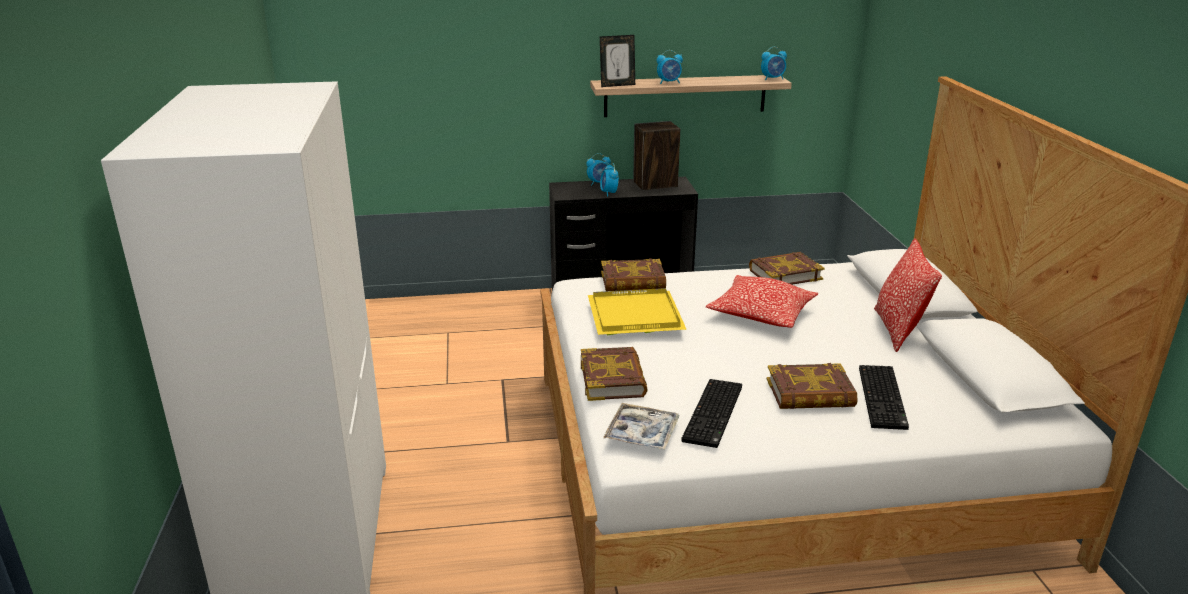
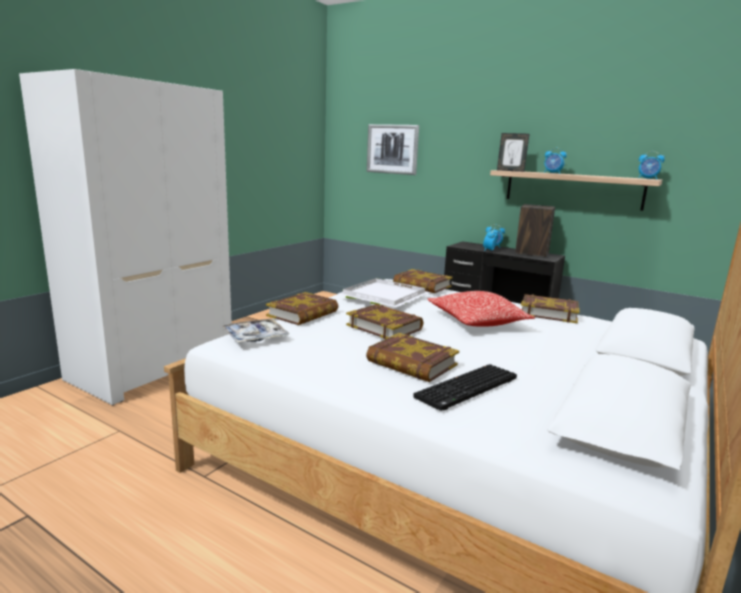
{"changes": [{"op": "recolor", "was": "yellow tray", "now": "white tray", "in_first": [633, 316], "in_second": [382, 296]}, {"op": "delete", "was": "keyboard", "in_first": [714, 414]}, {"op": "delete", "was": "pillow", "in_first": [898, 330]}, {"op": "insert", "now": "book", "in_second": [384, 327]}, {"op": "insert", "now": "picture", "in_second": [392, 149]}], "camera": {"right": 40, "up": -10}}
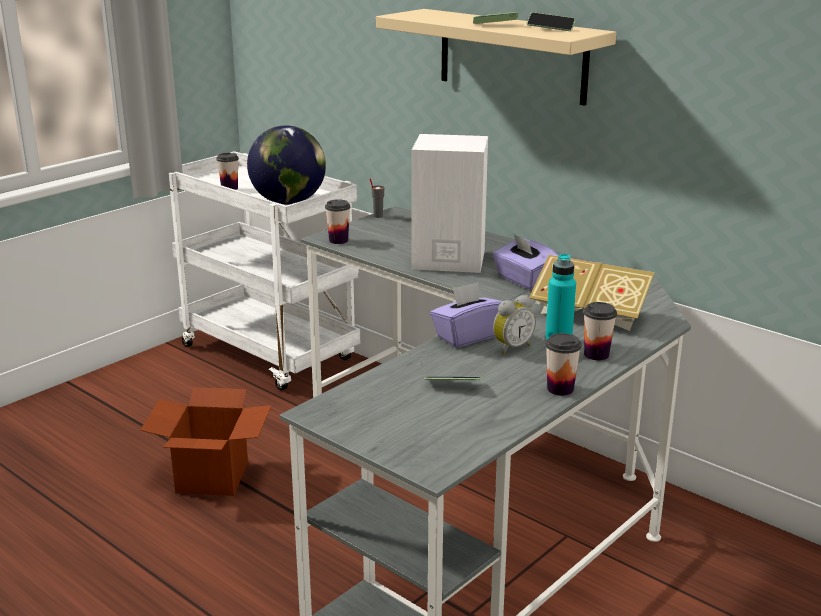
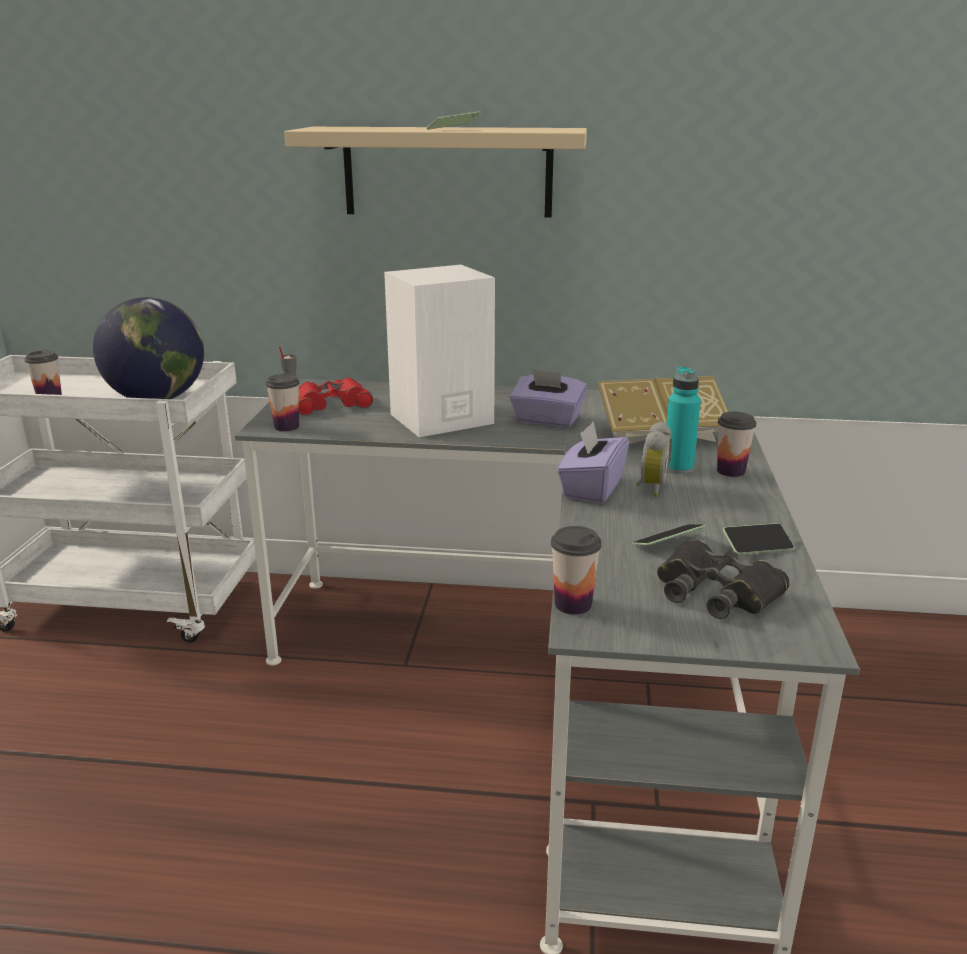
{"changes": [{"op": "delete", "was": "cardboard box", "in_first": [212, 477]}, {"op": "move", "was": "phone", "in_first": [550, 29], "in_second": [757, 548]}, {"op": "move", "was": "cup", "in_first": [560, 389], "in_second": [573, 604]}, {"op": "insert", "now": "red binoculars", "in_second": [331, 404]}, {"op": "insert", "now": "black binoculars", "in_second": [716, 592]}], "camera": {"right": -35, "up": 0}}
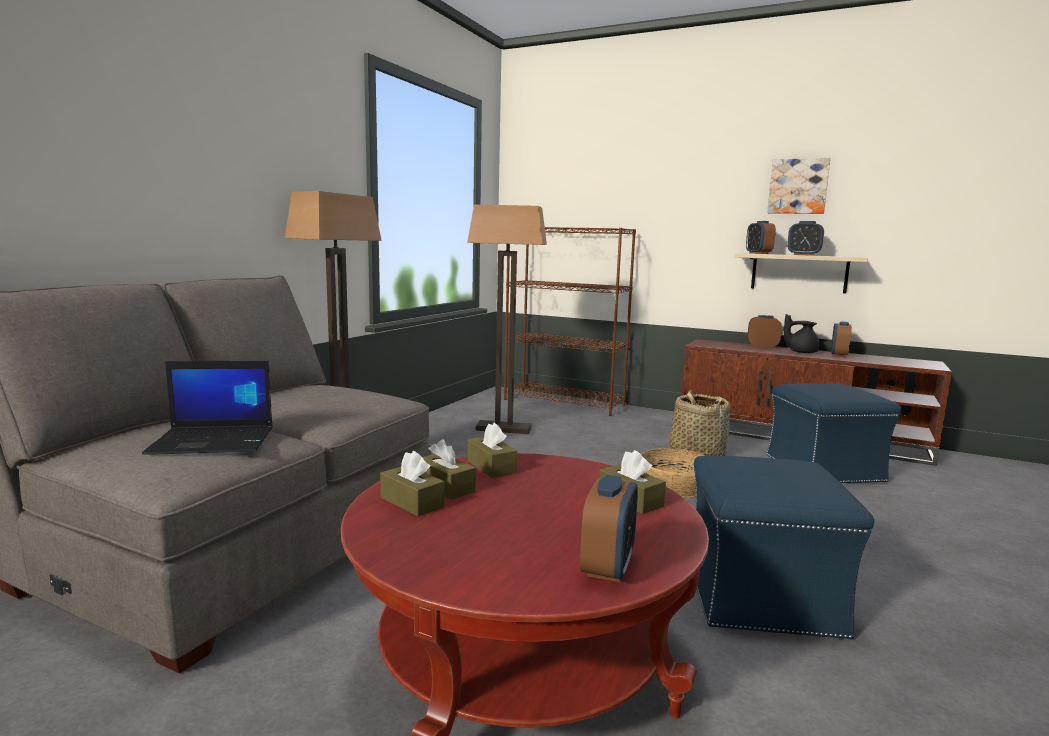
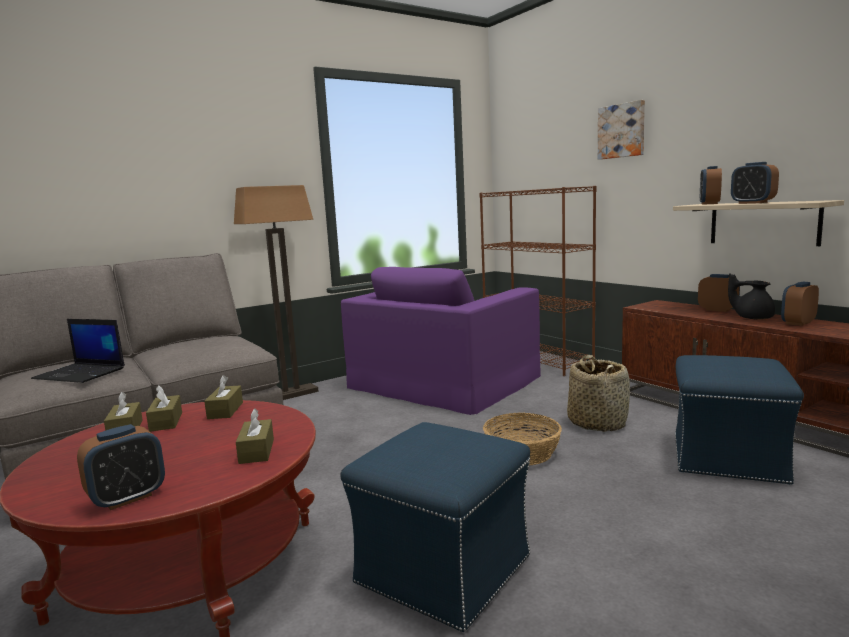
{"changes": [{"op": "replace", "was": "floor lamp", "now": "purple armchair", "in_first": [503, 429], "in_second": [444, 381]}, {"op": "move", "was": "picture", "in_first": [798, 186], "in_second": [622, 131]}], "camera": {"right": 30, "up": 0}}
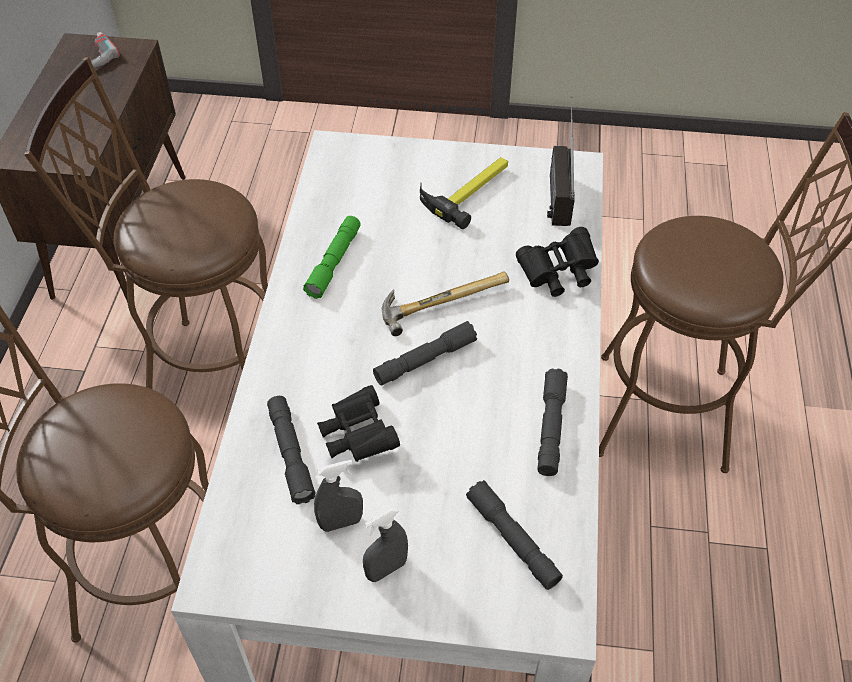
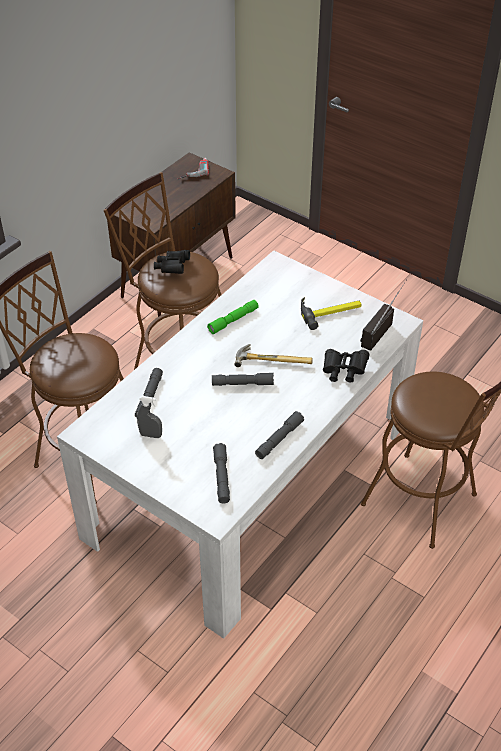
{"changes": [{"op": "move", "was": "black binoculars", "in_first": [358, 436], "in_second": [172, 268]}, {"op": "delete", "was": "grey spray bottle", "in_first": [386, 569]}], "camera": {"right": 30, "up": -5}}
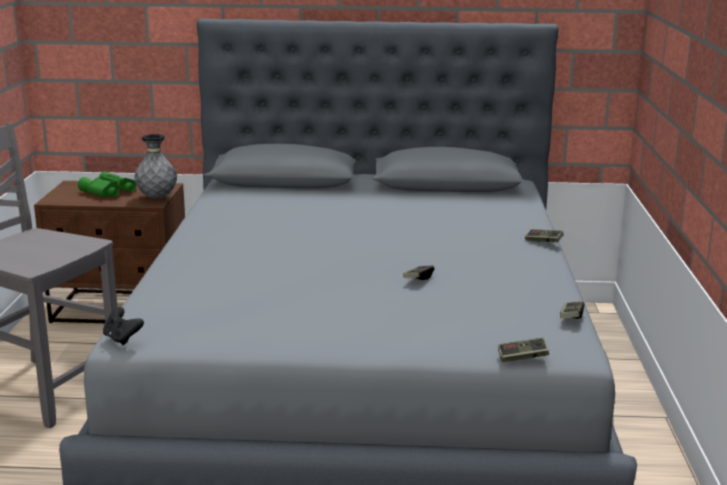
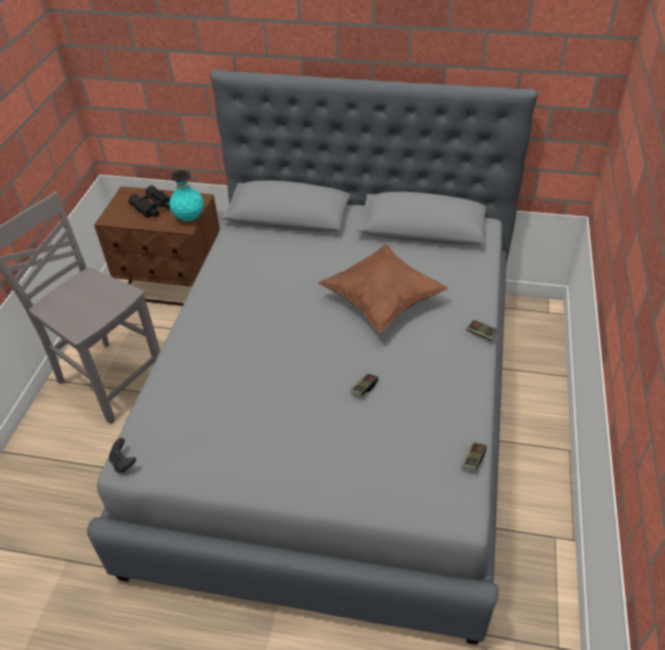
{"changes": [{"op": "recolor", "was": "green binoculars", "now": "black binoculars", "in_first": [108, 192], "in_second": [153, 207]}, {"op": "recolor", "was": "grey vase", "now": "turquoise vase", "in_first": [157, 198], "in_second": [189, 218]}, {"op": "delete", "was": "game controller", "in_first": [522, 358]}, {"op": "insert", "now": "brown pillow", "in_second": [382, 302]}], "camera": {"right": 10, "up": 25}}
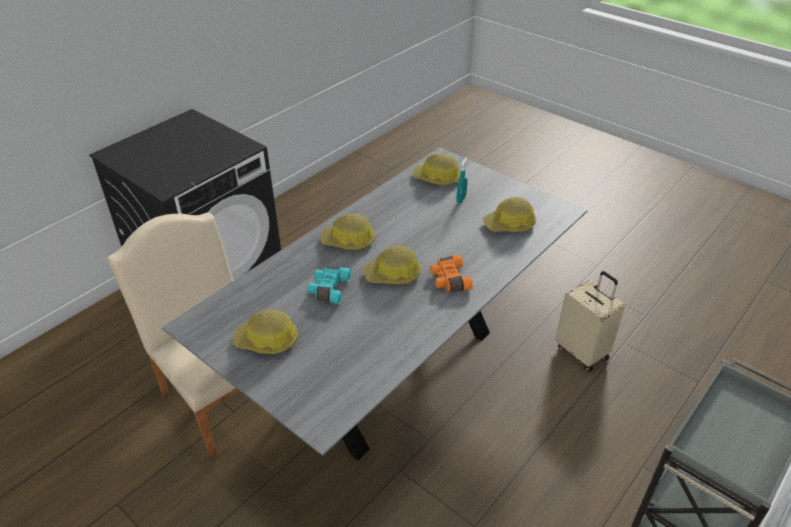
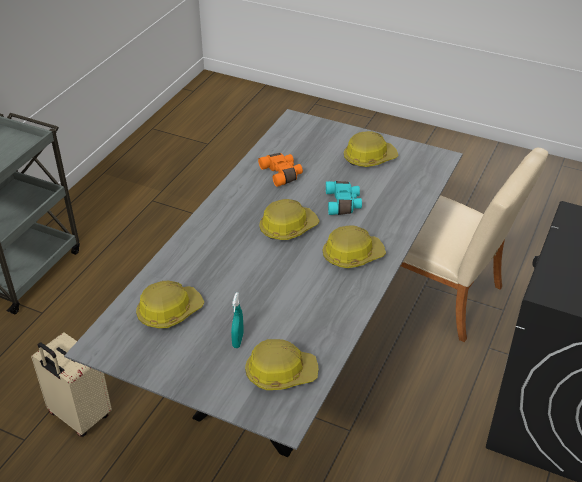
{"changes": [{"op": "move", "was": "orange binoculars", "in_first": [449, 280], "in_second": [282, 174]}], "camera": {"right": 165, "up": 0}}
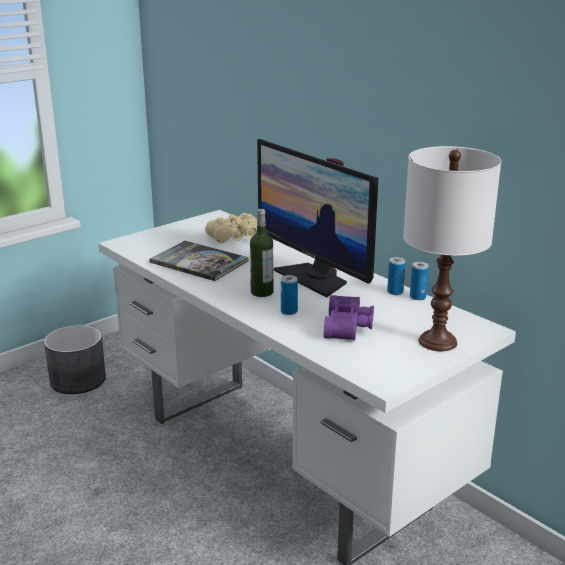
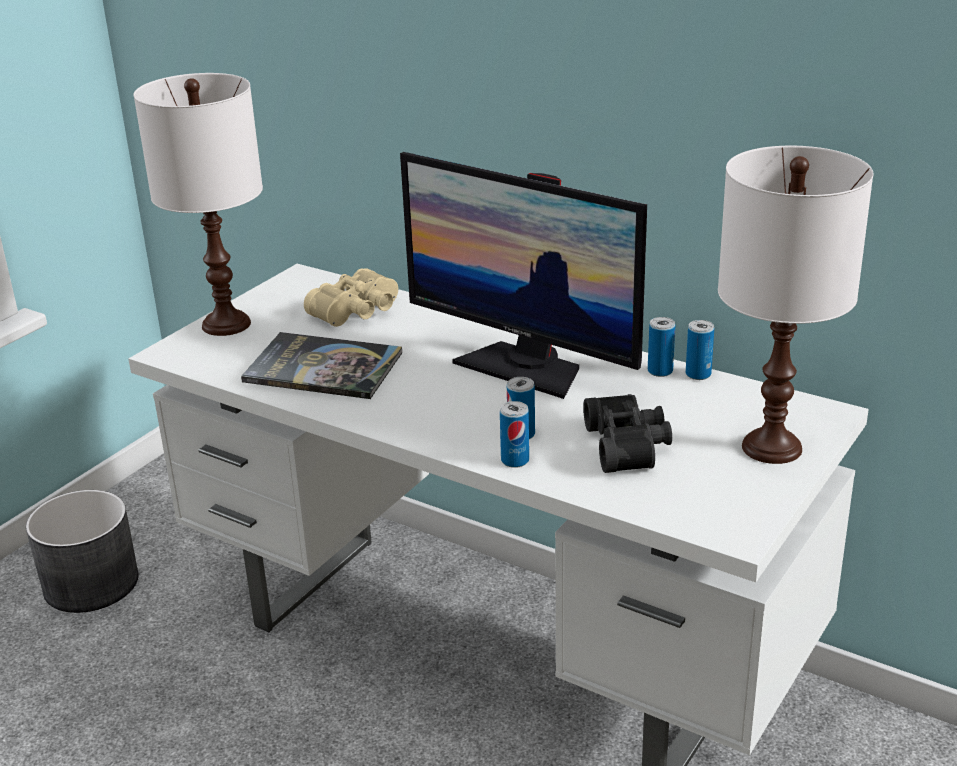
{"changes": [{"op": "delete", "was": "bottle", "in_first": [262, 292]}, {"op": "recolor", "was": "purple binoculars", "now": "black binoculars", "in_first": [349, 327], "in_second": [629, 445]}, {"op": "insert", "now": "white table lamp", "in_second": [227, 324]}, {"op": "insert", "now": "can", "in_second": [515, 460]}], "camera": {"right": -15, "up": 5}}
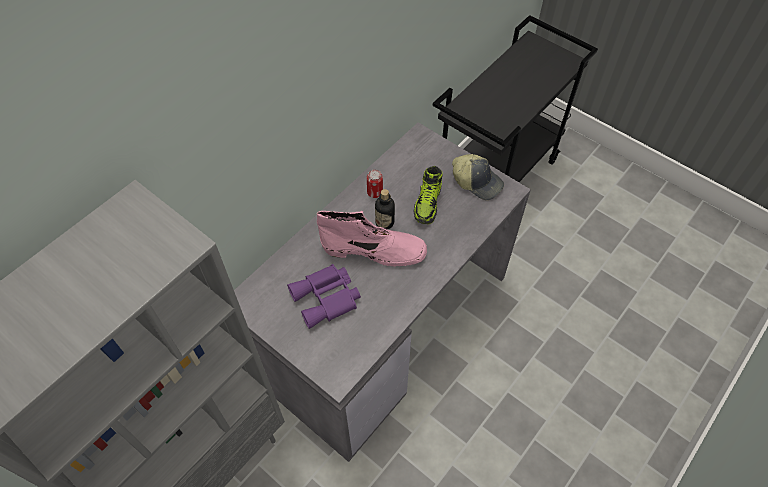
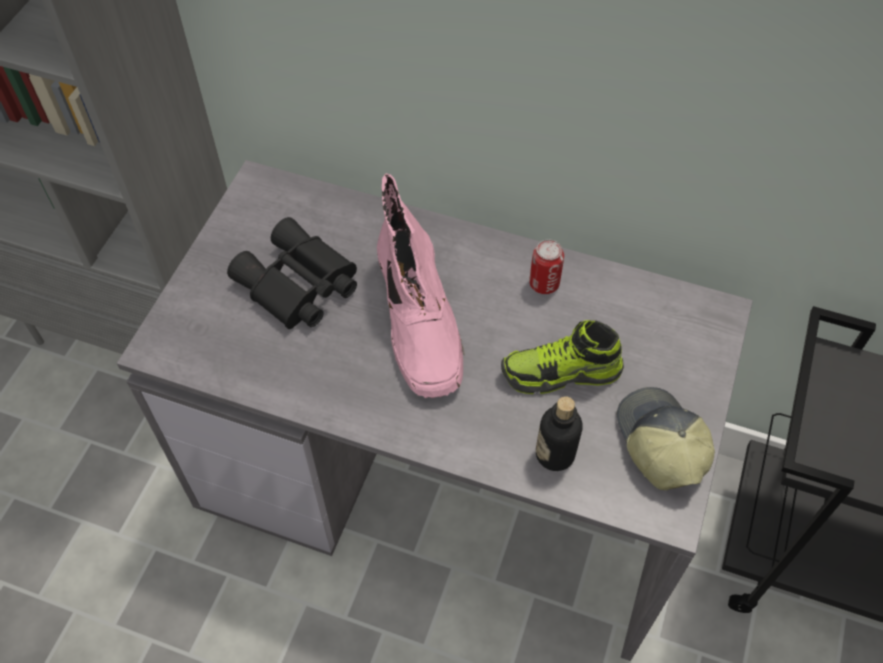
{"changes": [{"op": "recolor", "was": "purple binoculars", "now": "black binoculars", "in_first": [327, 299], "in_second": [297, 286]}, {"op": "move", "was": "bottle", "in_first": [384, 222], "in_second": [555, 454]}, {"op": "rotate", "was": "cap", "in_first": [477, 181], "in_second": [659, 444], "clockwise": 150}], "camera": {"right": 70, "up": 0}}
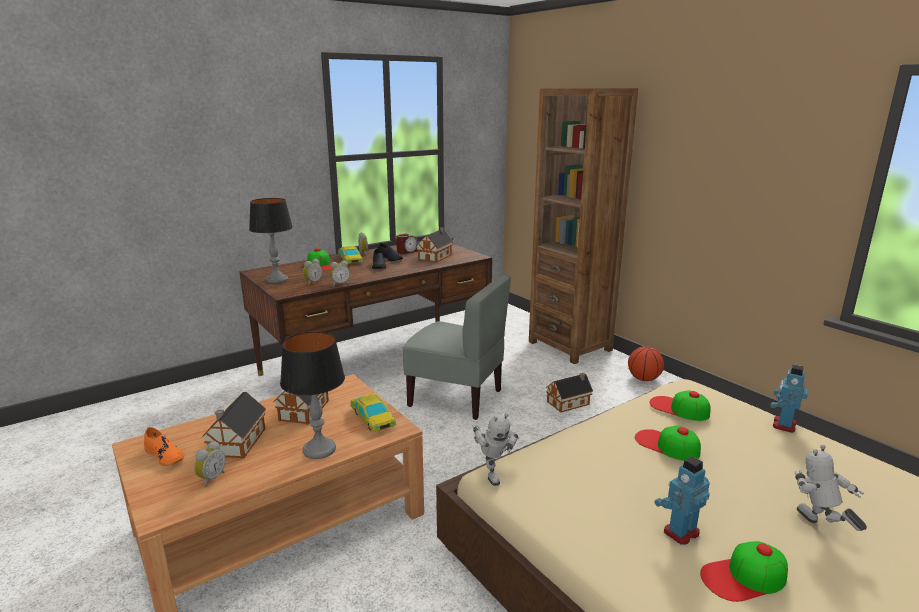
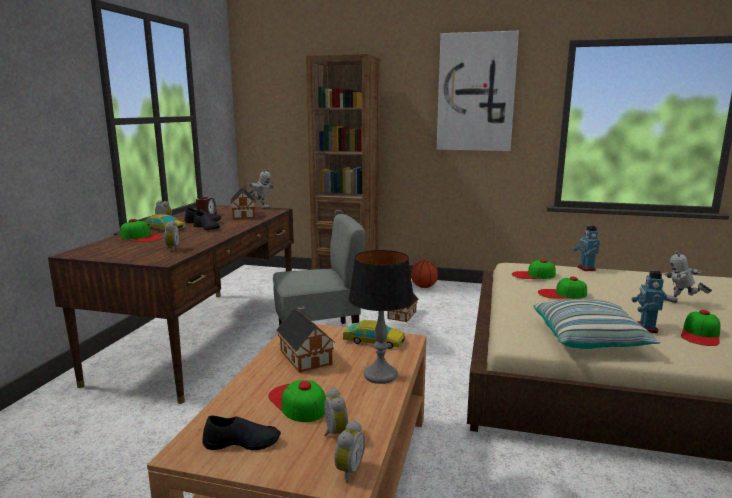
{"changes": [{"op": "recolor", "was": "orange shoe", "now": "black shoe", "in_first": [165, 455], "in_second": [242, 442]}, {"op": "replace", "was": "toy house", "now": "cap", "in_first": [236, 443], "in_second": [297, 402]}, {"op": "delete", "was": "table lamp", "in_first": [276, 280]}, {"op": "move", "was": "alarm clock", "in_first": [340, 284], "in_second": [347, 471]}, {"op": "move", "was": "toy robot", "in_first": [492, 472], "in_second": [261, 208]}, {"op": "insert", "now": "picture", "in_second": [476, 93]}, {"op": "insert", "now": "pillow", "in_second": [590, 339]}], "camera": {"right": -40, "up": -5}}
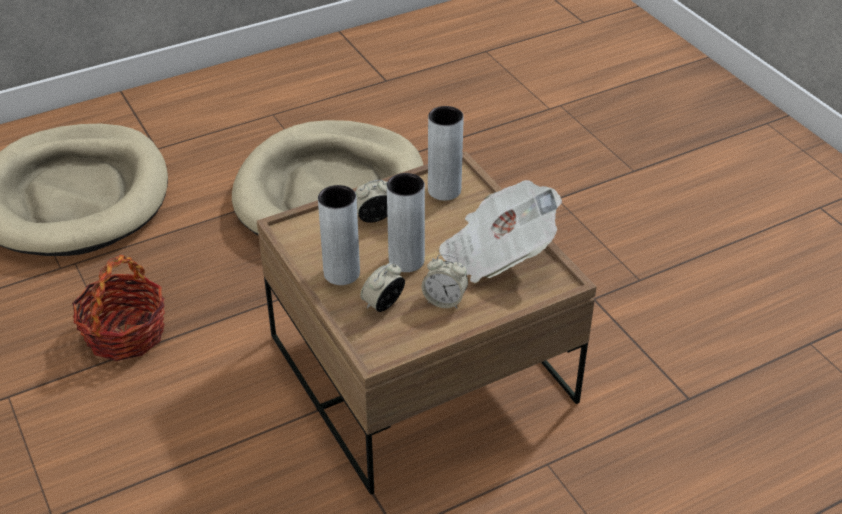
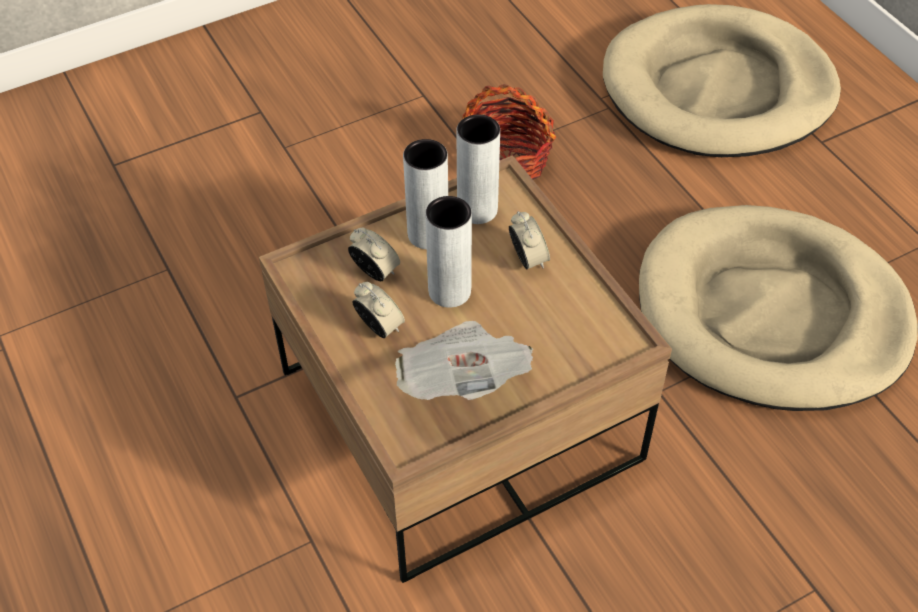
{"changes": [{"op": "rotate", "was": "alarm clock", "in_first": [444, 300], "in_second": [379, 327], "clockwise": 120}, {"op": "move", "was": "grey vase", "in_first": [444, 190], "in_second": [477, 209]}], "camera": {"right": 90, "up": 10}}
